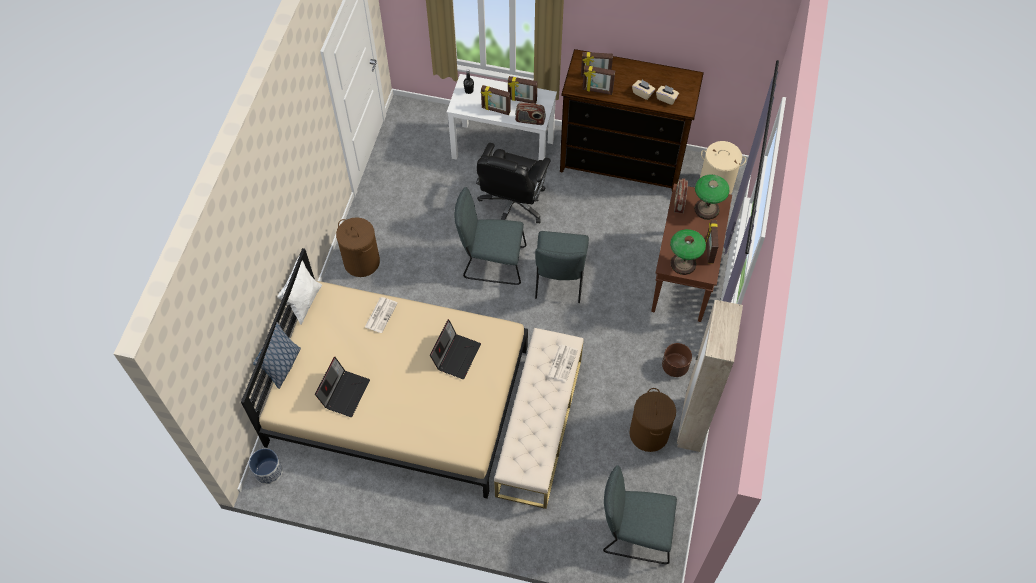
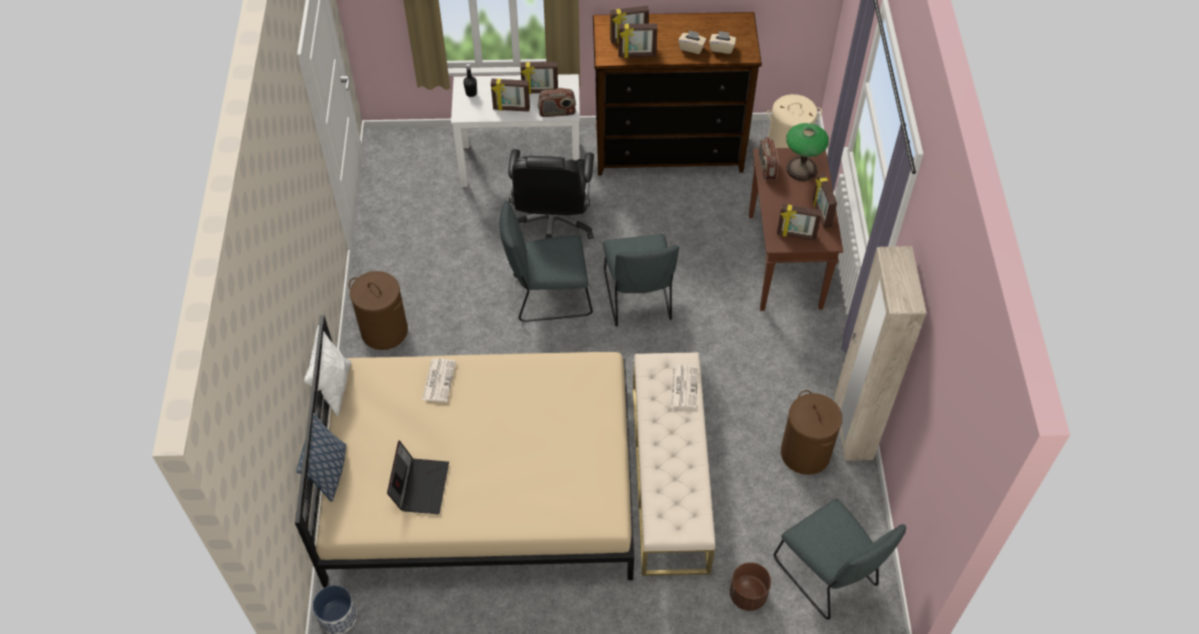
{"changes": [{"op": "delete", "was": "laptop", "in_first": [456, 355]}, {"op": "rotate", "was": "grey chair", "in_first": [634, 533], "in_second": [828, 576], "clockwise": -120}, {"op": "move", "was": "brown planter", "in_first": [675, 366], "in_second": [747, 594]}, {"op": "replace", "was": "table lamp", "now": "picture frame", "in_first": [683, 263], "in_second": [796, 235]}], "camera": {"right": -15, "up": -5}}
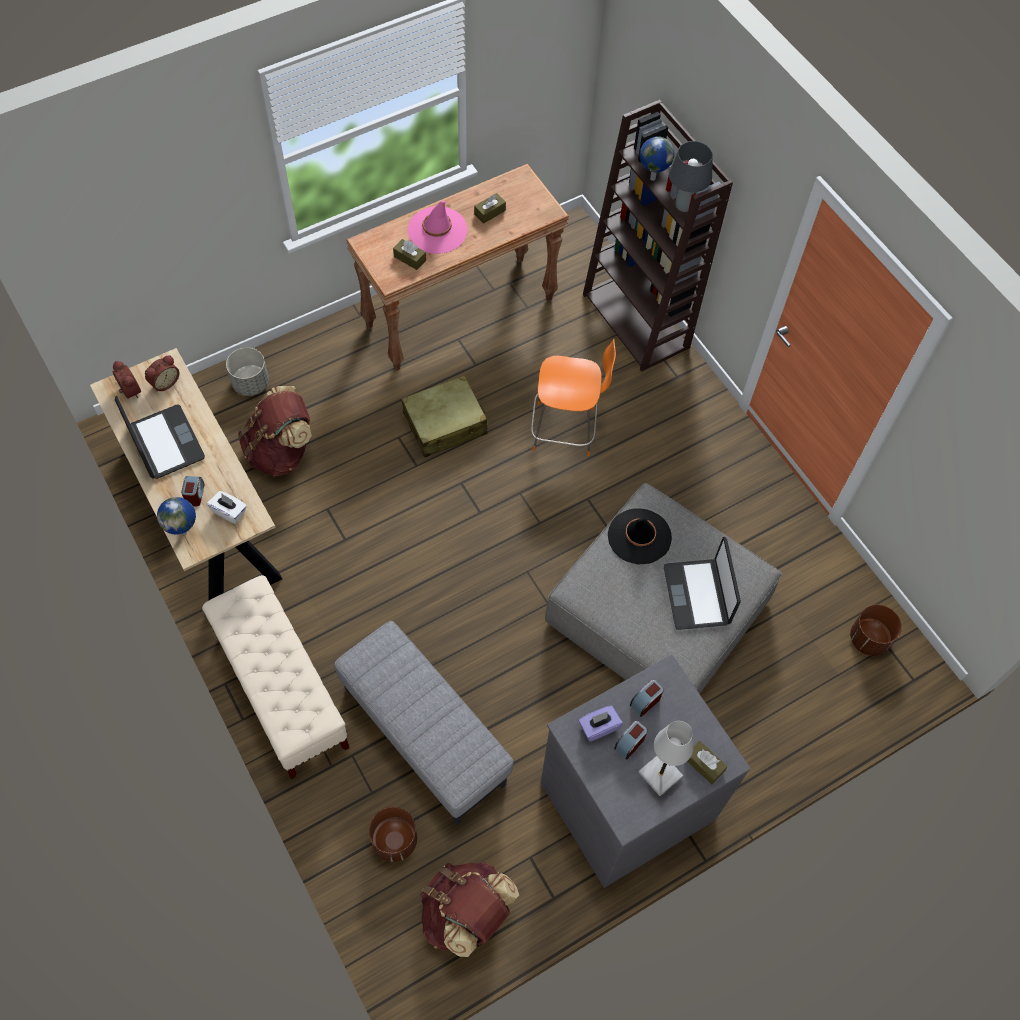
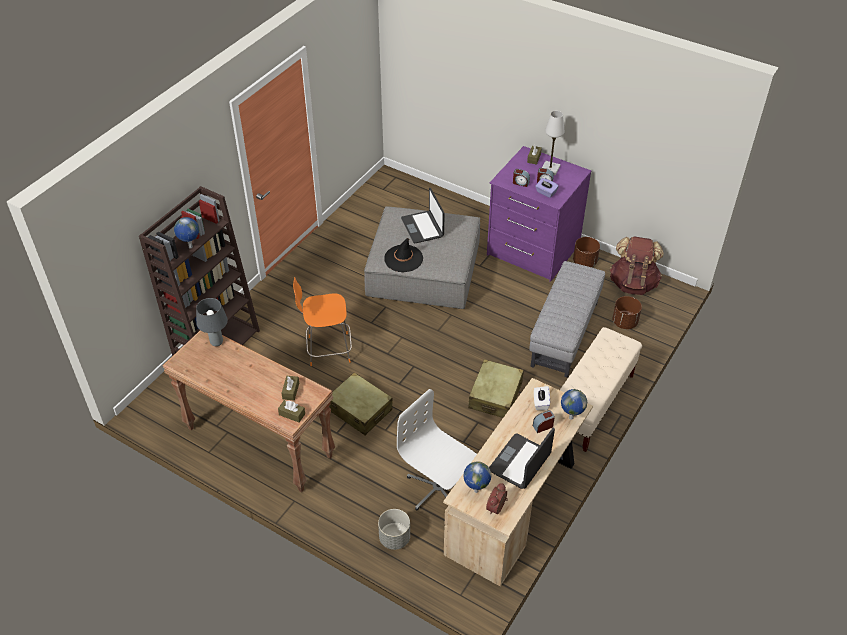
{"changes": [{"op": "replace", "was": "alarm clock", "now": "globe", "in_first": [164, 382], "in_second": [475, 491]}, {"op": "replace", "was": "brown backpack", "now": "white office chair", "in_first": [281, 451], "in_second": [438, 489]}, {"op": "delete", "was": "pink hat", "in_first": [437, 230]}, {"op": "move", "was": "brown tissue box", "in_first": [489, 212], "in_second": [292, 414]}, {"op": "rotate", "was": "orange chair", "in_first": [566, 430], "in_second": [327, 349], "clockwise": -75}, {"op": "recolor", "was": "grey dresser", "now": "purple dresser", "in_first": [626, 798], "in_second": [532, 250]}, {"op": "rotate", "was": "laptop", "in_first": [697, 595], "in_second": [423, 227], "clockwise": 105}, {"op": "move", "was": "grey table lamp", "in_first": [683, 207], "in_second": [217, 342]}, {"op": "move", "was": "brown planter", "in_first": [869, 639], "in_second": [584, 262]}, {"op": "insert", "now": "beige suitcase", "in_second": [495, 395]}], "camera": {"right": -115, "up": -15}}
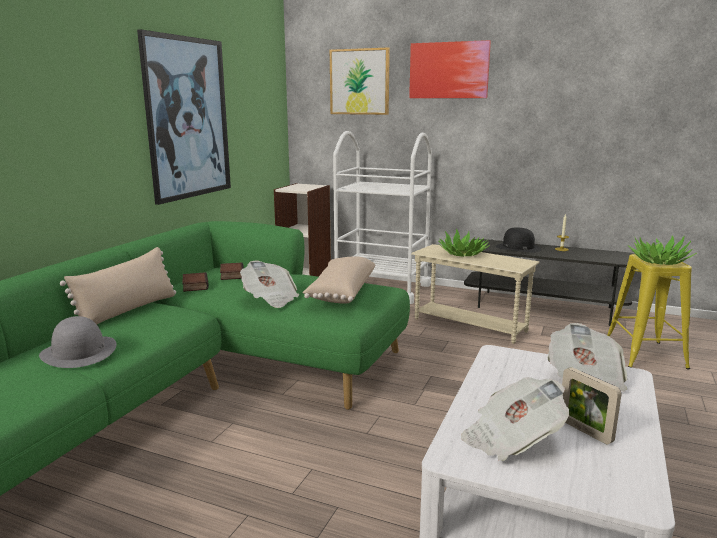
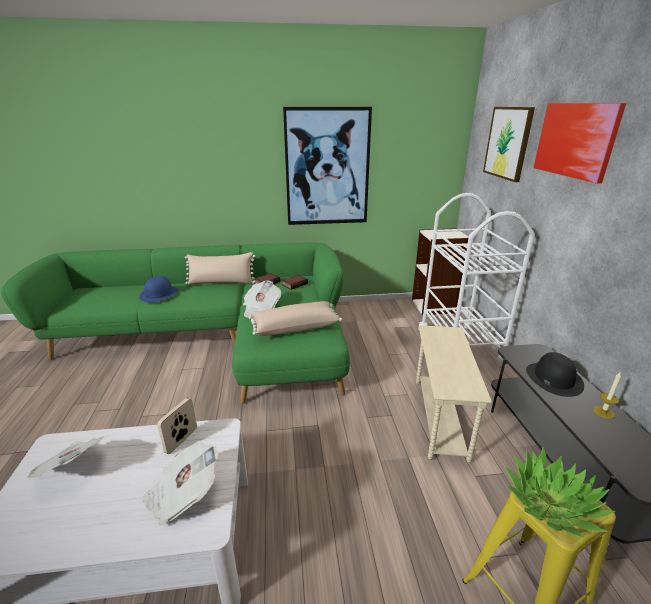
{"changes": [{"op": "recolor", "was": "grey hat", "now": "blue hat", "in_first": [79, 352], "in_second": [159, 294]}, {"op": "delete", "was": "potted plant", "in_first": [462, 253]}, {"op": "move", "was": "picture frame", "in_first": [585, 431], "in_second": [181, 440]}], "camera": {"right": 60, "up": 10}}
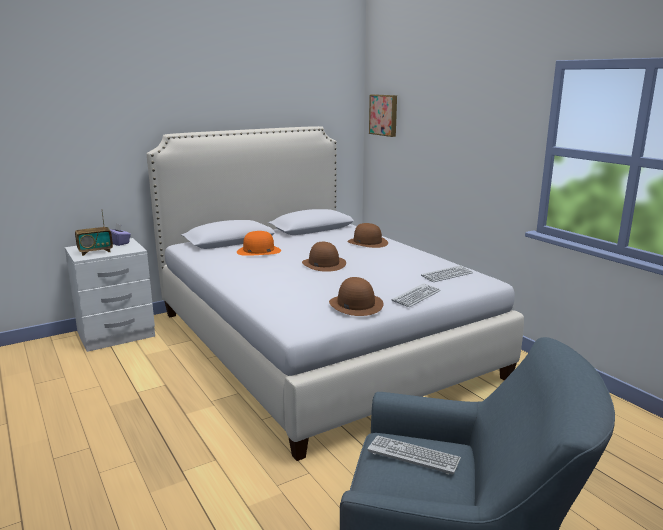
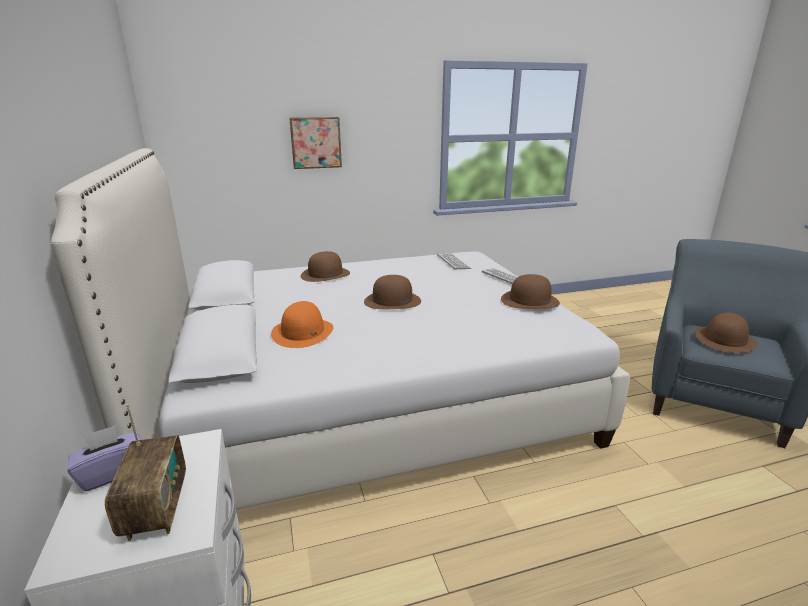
{"changes": [{"op": "replace", "was": "keyboard", "now": "brown hat", "in_first": [413, 455], "in_second": [725, 340]}, {"op": "move", "was": "picture", "in_first": [384, 115], "in_second": [315, 142]}], "camera": {"right": -75, "up": 5}}
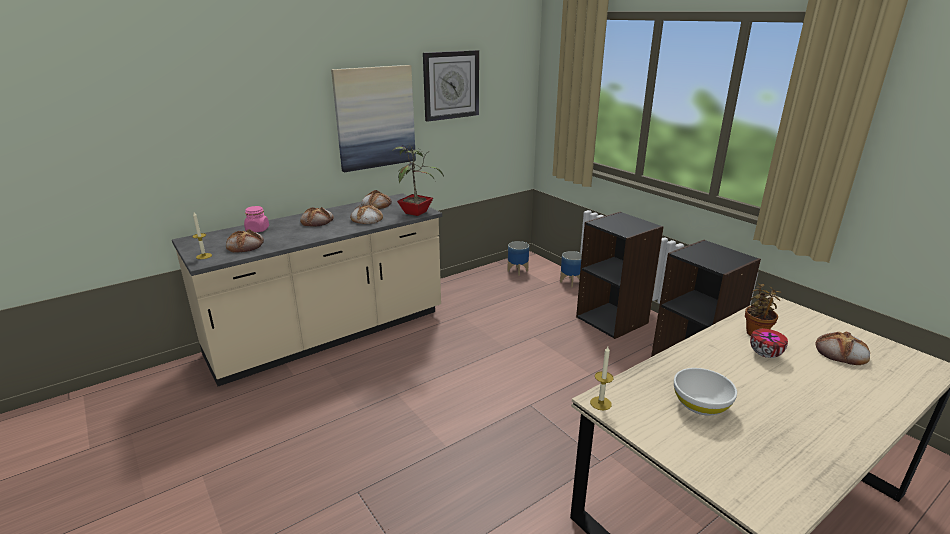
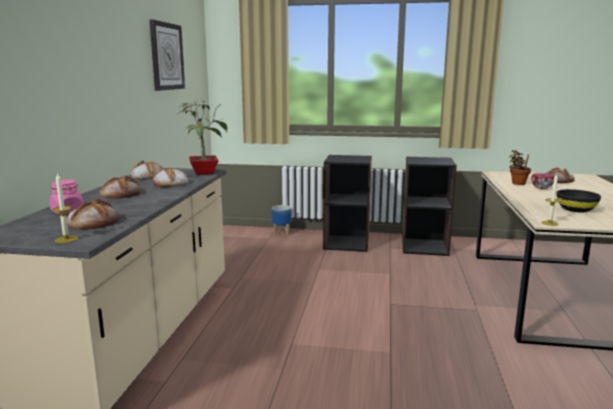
{"changes": [{"op": "delete", "was": "picture", "in_first": [375, 118]}, {"op": "delete", "was": "planter", "in_first": [517, 271]}, {"op": "recolor", "was": "white bowl", "now": "black bowl", "in_first": [700, 405], "in_second": [576, 209]}], "camera": {"right": -45, "up": -10}}
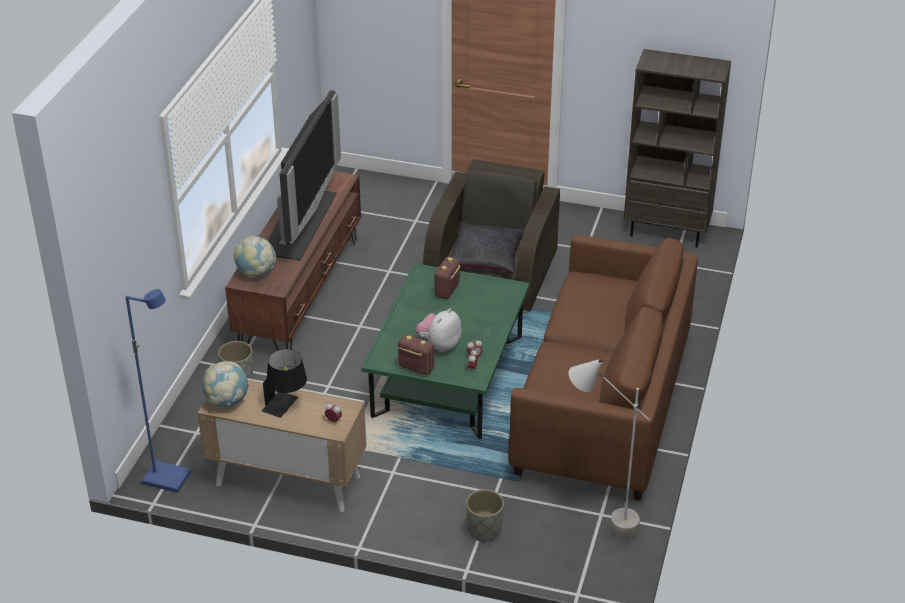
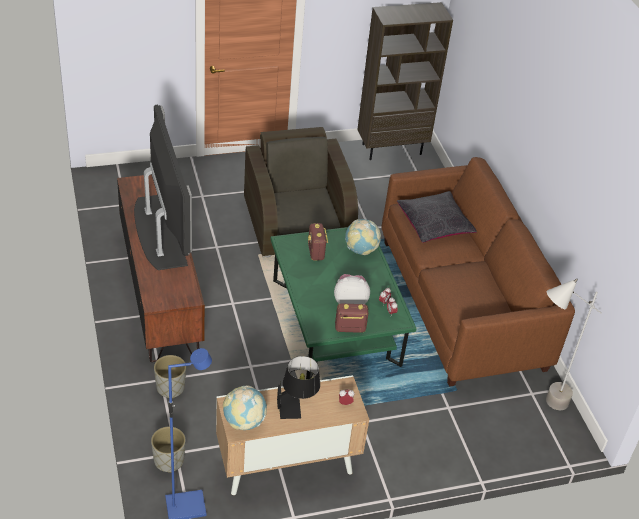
{"changes": [{"op": "move", "was": "globe", "in_first": [256, 273], "in_second": [361, 250]}, {"op": "rotate", "was": "plush toy", "in_first": [439, 345], "in_second": [350, 302], "clockwise": 90}, {"op": "move", "was": "black pillow", "in_first": [486, 257], "in_second": [434, 224]}, {"op": "move", "was": "grey planter", "in_first": [484, 530], "in_second": [169, 460]}], "camera": {"right": -35, "up": 5}}
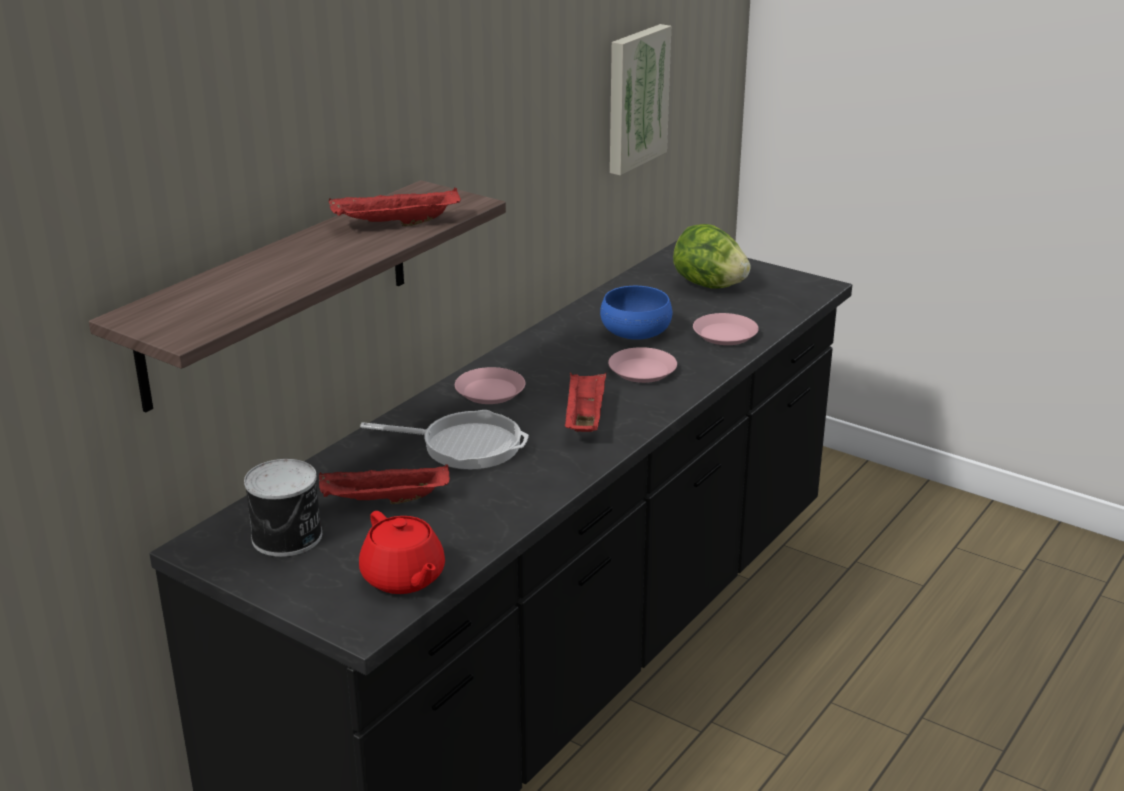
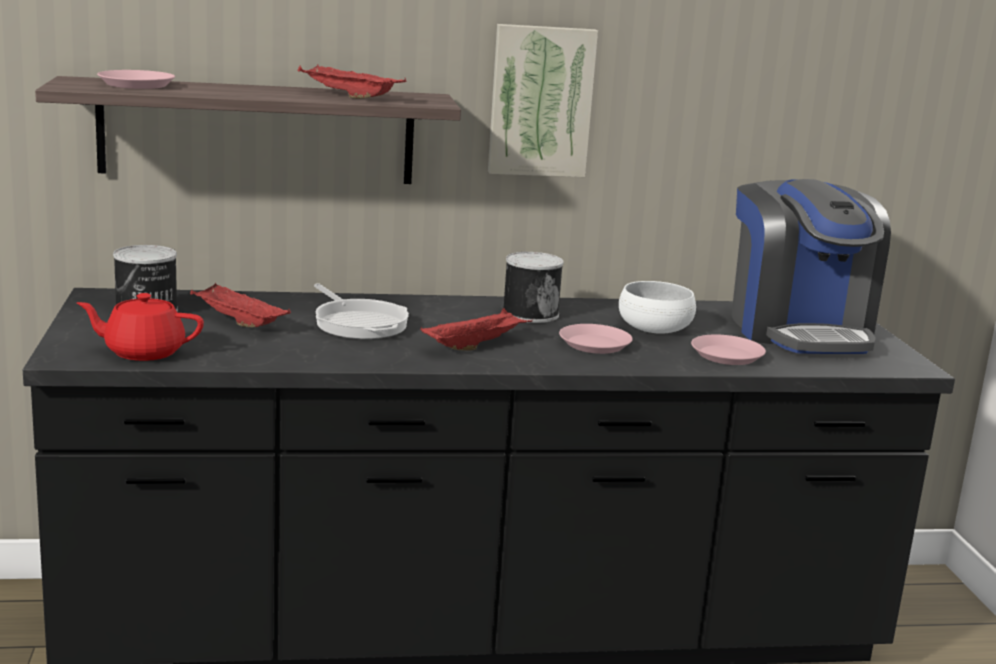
{"changes": [{"op": "rotate", "was": "red teapot", "in_first": [403, 578], "in_second": [143, 352], "clockwise": 75}, {"op": "move", "was": "pink plate", "in_first": [489, 391], "in_second": [136, 85]}, {"op": "recolor", "was": "blue bowl", "now": "white bowl", "in_first": [636, 331], "in_second": [654, 327]}, {"op": "move", "was": "picture", "in_first": [635, 98], "in_second": [540, 101]}, {"op": "replace", "was": "lettuce", "now": "coffee machine", "in_first": [709, 285], "in_second": [799, 330]}, {"op": "insert", "now": "can", "in_second": [529, 313]}], "camera": {"right": 45, "up": -10}}
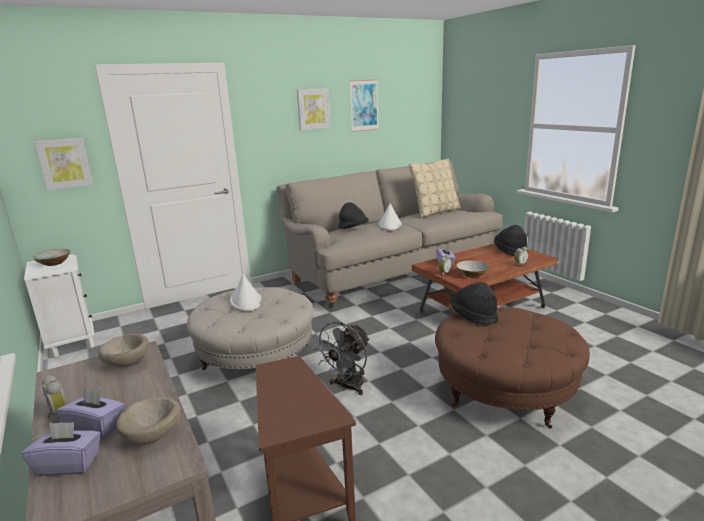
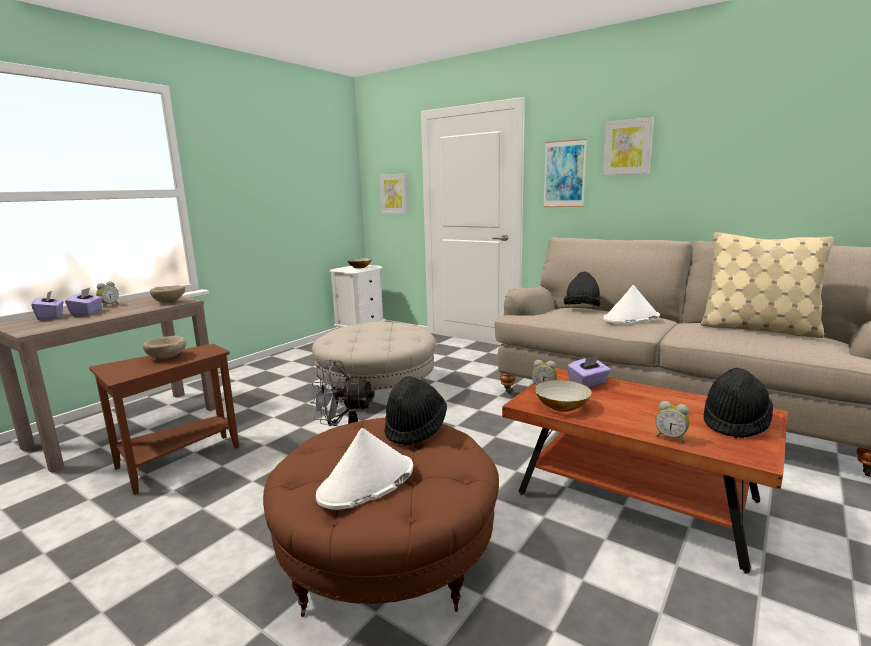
{"changes": [{"op": "move", "was": "beige bowl", "in_first": [154, 435], "in_second": [167, 358]}, {"op": "move", "was": "white hat", "in_first": [246, 301], "in_second": [366, 482]}, {"op": "move", "was": "picture", "in_first": [364, 105], "in_second": [564, 174]}], "camera": {"right": 65, "up": -5}}
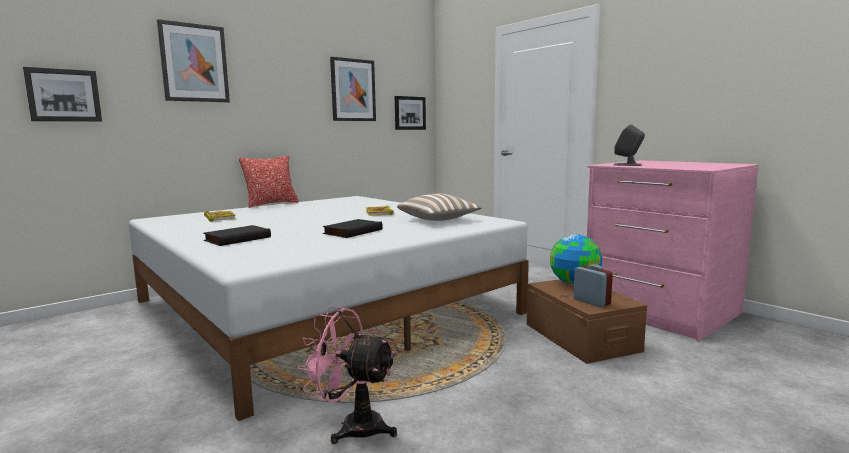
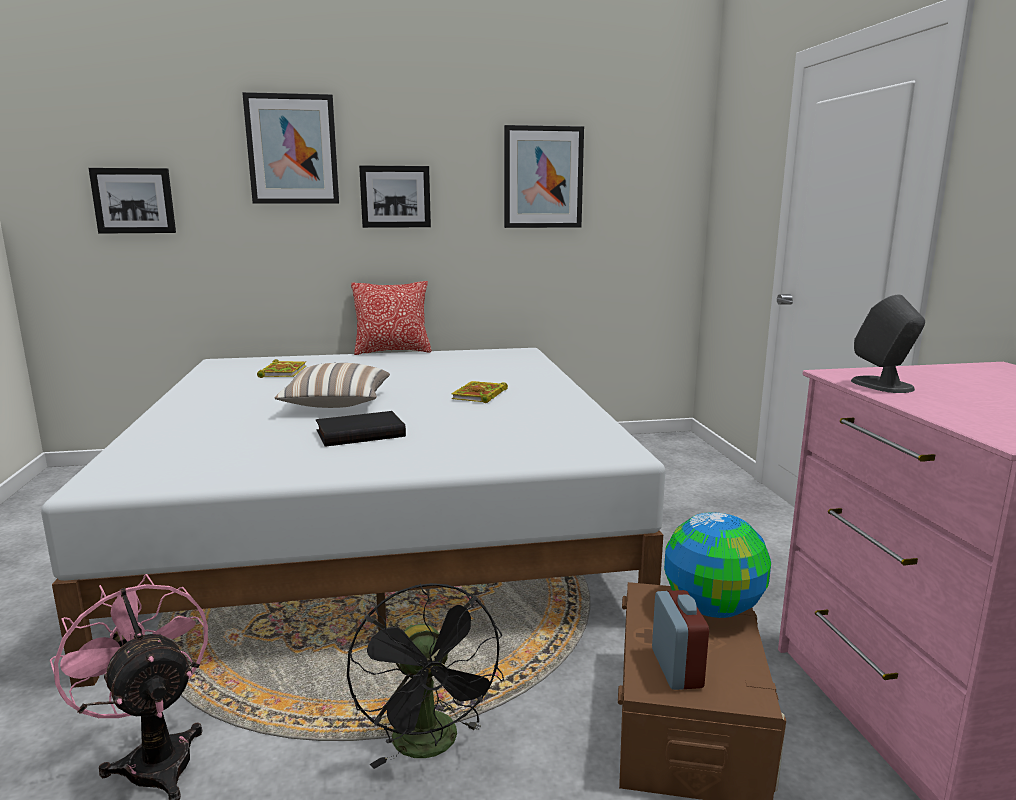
{"changes": [{"op": "delete", "was": "black book", "in_first": [237, 238]}, {"op": "move", "was": "picture", "in_first": [409, 113], "in_second": [395, 196]}, {"op": "move", "was": "pillow", "in_first": [438, 220], "in_second": [336, 405]}, {"op": "insert", "now": "black fan", "in_second": [431, 746]}], "camera": {"right": 30, "up": 5}}
